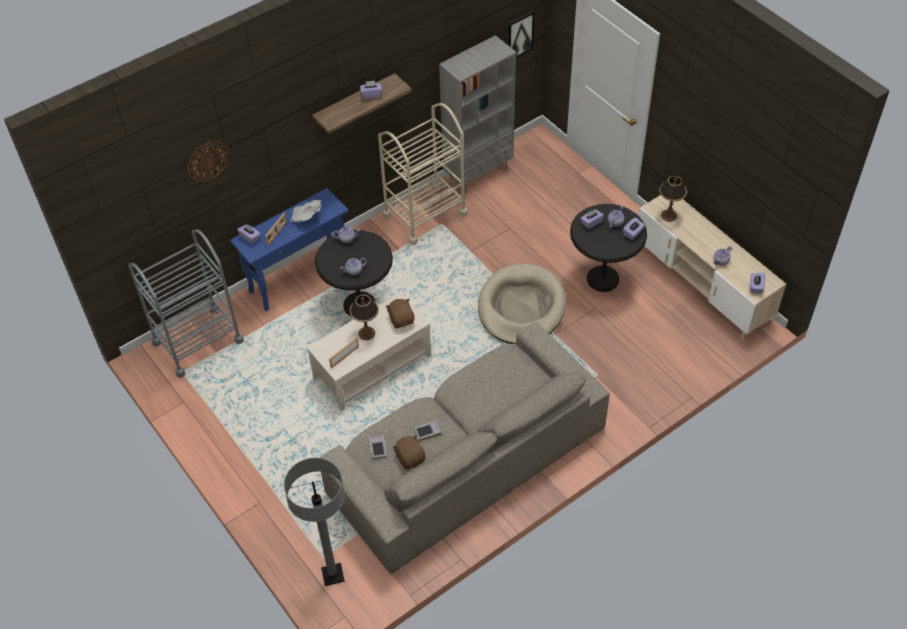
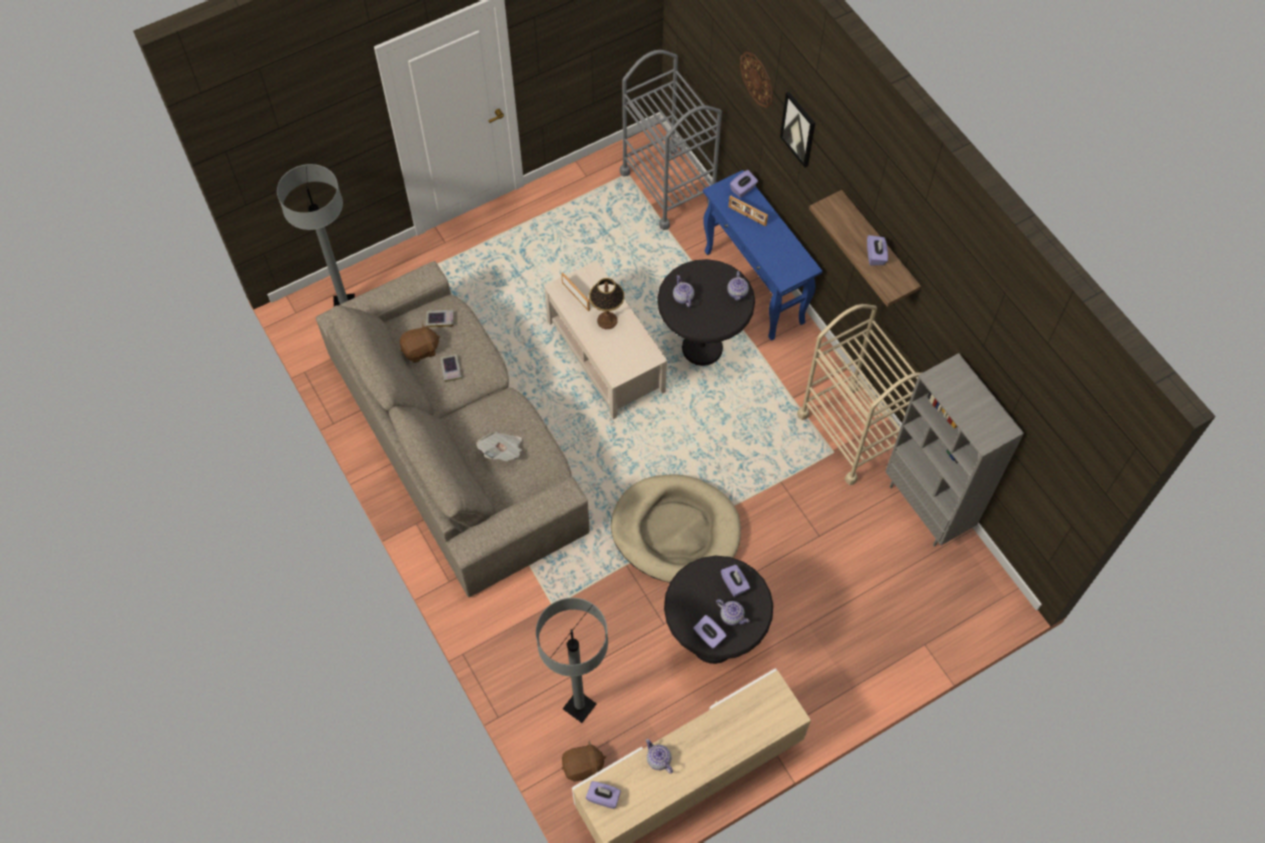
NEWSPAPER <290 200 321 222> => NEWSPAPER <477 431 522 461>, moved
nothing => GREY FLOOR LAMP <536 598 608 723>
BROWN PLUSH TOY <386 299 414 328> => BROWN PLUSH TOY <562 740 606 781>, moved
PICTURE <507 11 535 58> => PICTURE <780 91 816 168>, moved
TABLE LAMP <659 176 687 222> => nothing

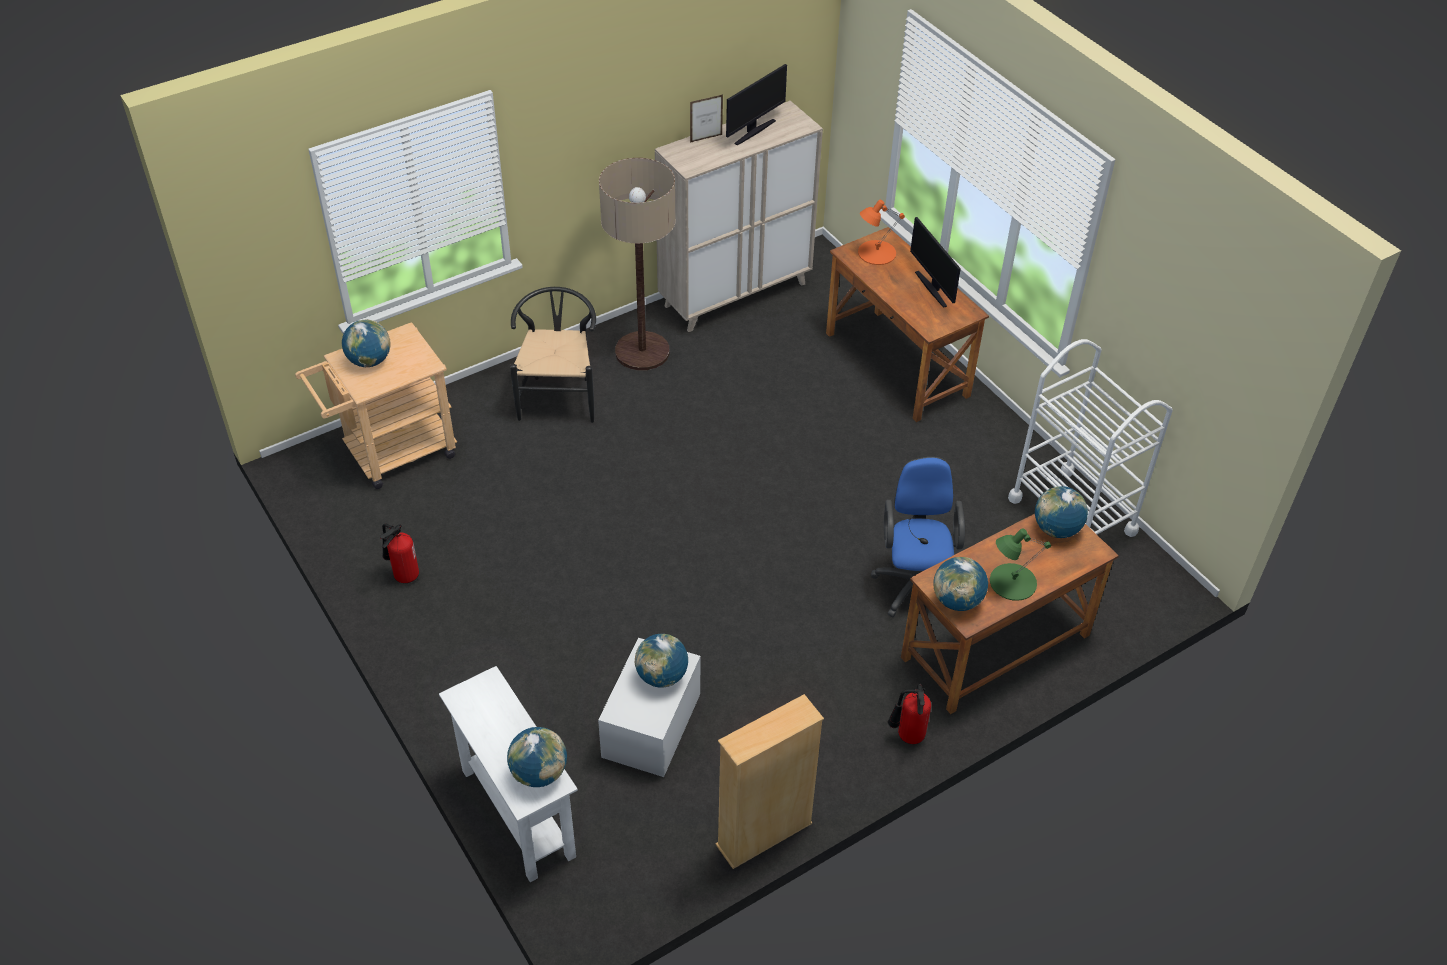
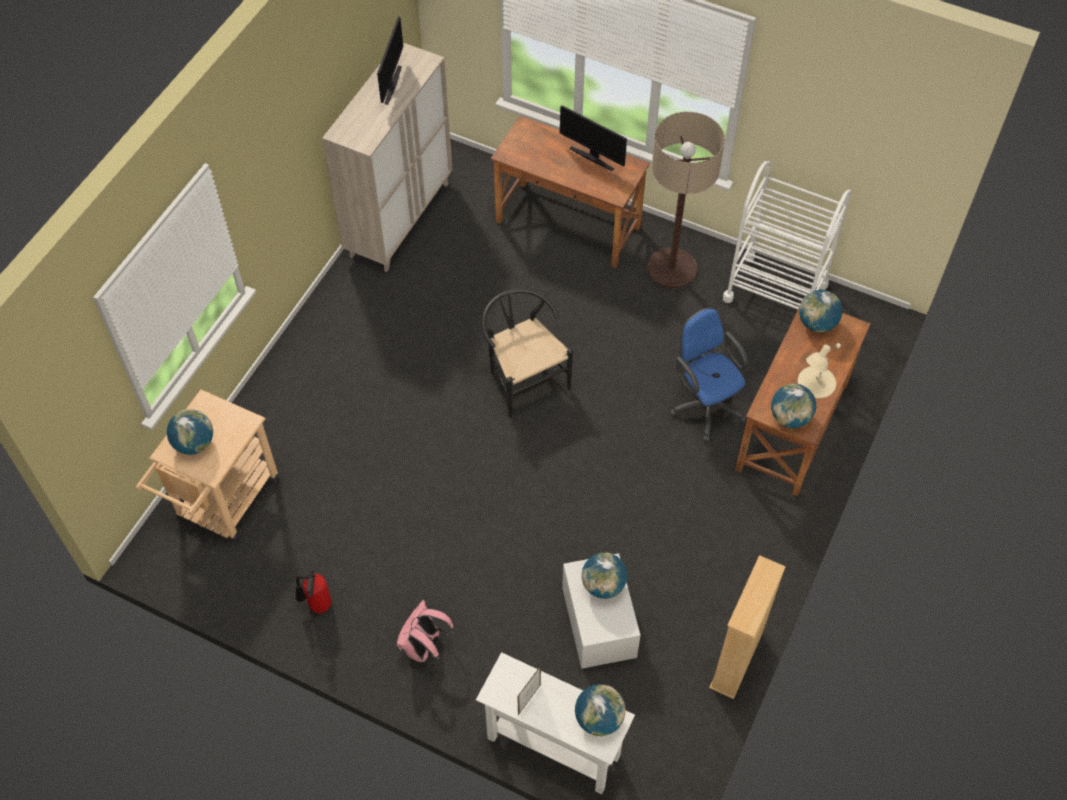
nothing => PINK BACKPACK <397 600 455 665>
BLACK CHAIR <510 287 596 423> => BLACK CHAIR <481 289 573 418>, moved
PICTURE FRAME <690 95 723 143> => PICTURE FRAME <517 666 541 715>, moved
FLOOR LAMP <599 158 676 371> => FLOOR LAMP <648 112 725 288>, moved
GREEN TABLE LAMP <990 529 1051 601> => BEIGE TABLE LAMP <798 343 841 398>
ORANGE TABLE LAMP <858 200 905 265> => nothing
FIRE EXTINGUISHER <888 684 931 744> => nothing

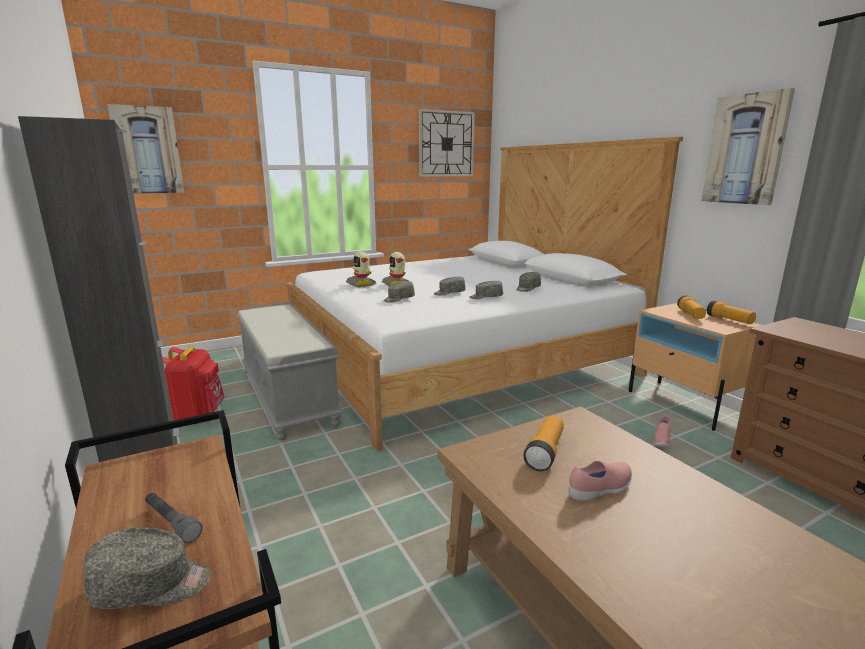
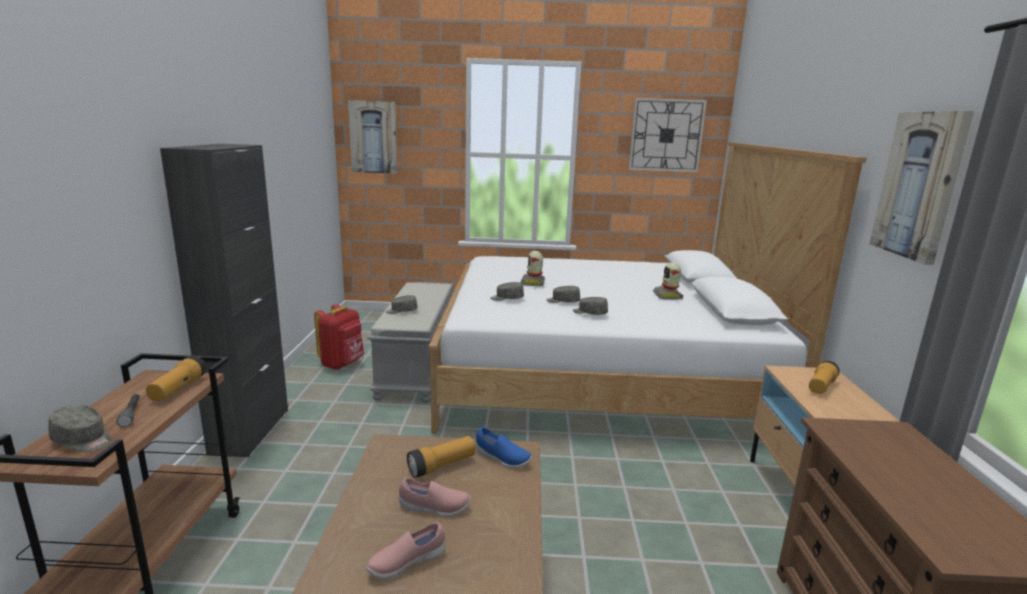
FLASHLIGHT <707 300 756 324> => FLASHLIGHT <146 356 206 401>, moved
PINK SHOE <653 415 671 447> => PINK SHOE <366 522 445 579>, moved
GREY CAP <517 272 541 292> => GREY CAP <386 295 418 314>, moved
nothing => BLUE SHOE <476 427 532 468>
TOY ROBOT <346 252 376 287> => TOY ROBOT <653 262 683 300>, moved

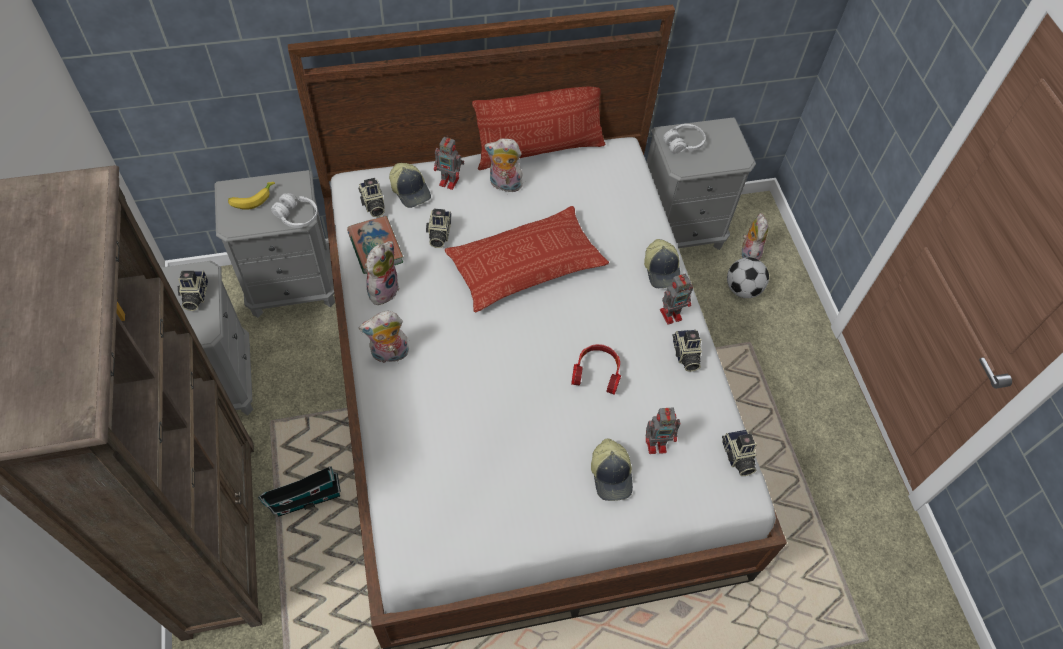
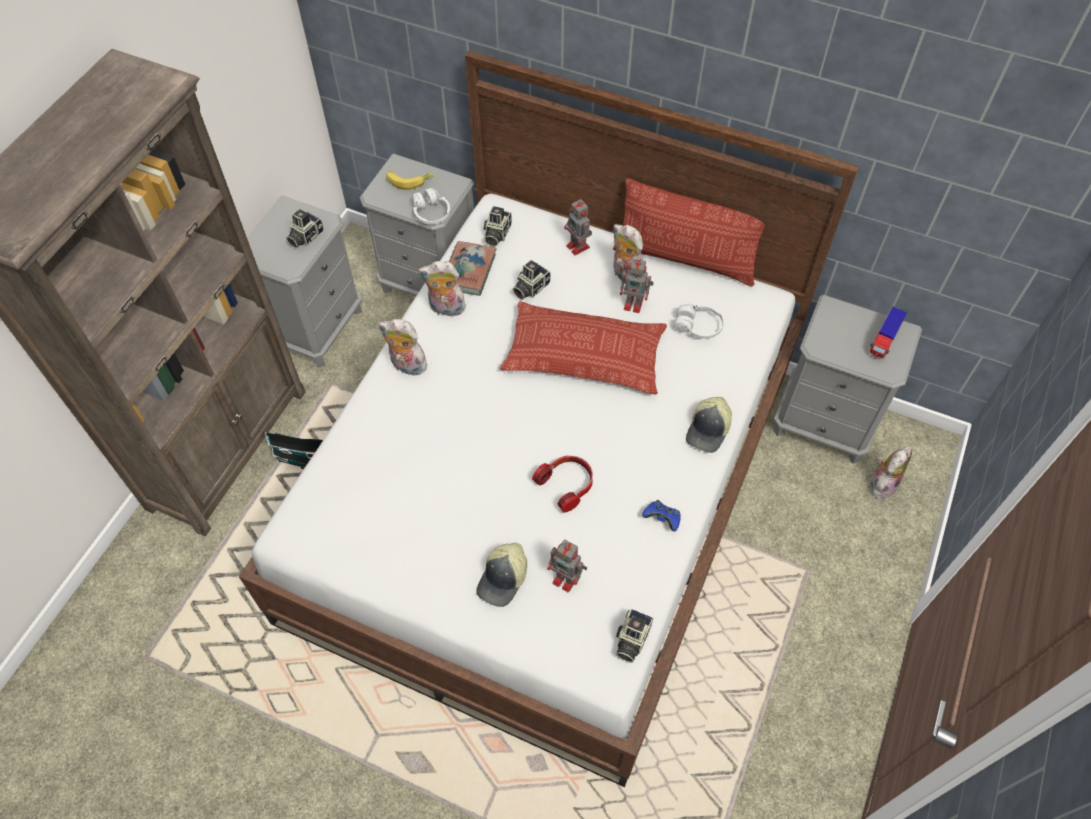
PLUSH TOY <365 241 399 305> => PLUSH TOY <418 261 466 316>, 150 degrees counterclockwise
TOY ROBOT <660 274 693 325> => TOY ROBOT <620 257 654 313>, moved
PHOTO CAMERA <672 329 702 372> => BLUE GAME CONTROLLER <642 500 681 531>
WHITE HEADPHONES <663 124 706 154> => WHITE HEADPHONES <674 304 724 339>, moved
nothing => TOY TRUCK <869 307 907 360>
CAP <389 163 431 208> => nothing
FOOTBALL <727 257 769 298> => nothing

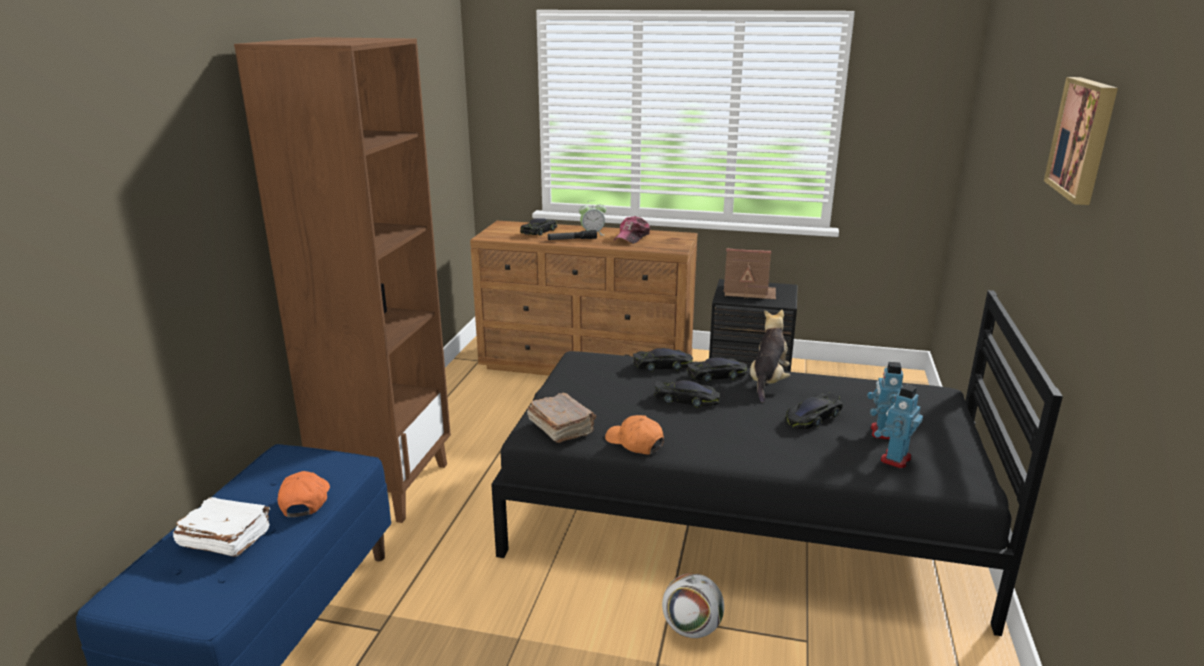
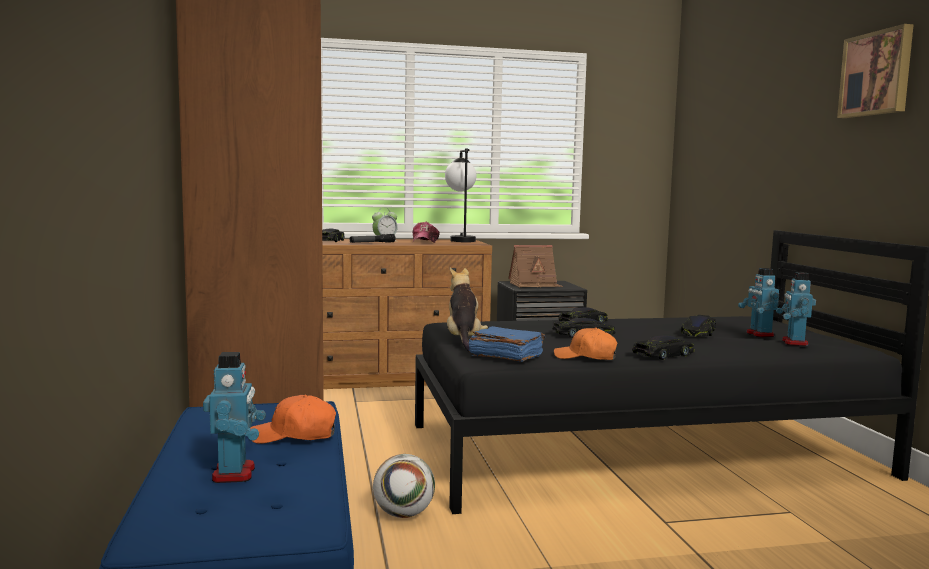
WHITE BOOK <173 497 270 557> => TOY ROBOT <203 352 266 483>
ORANGE CAP <277 471 330 517> => ORANGE CAP <251 395 336 444>, 60 degrees counterclockwise
FOOTBALL <662 573 724 638> => FOOTBALL <373 454 435 518>, moved
nothing => TABLE LAMP <445 149 477 242>
PLUSH TOY <750 310 790 403> => PLUSH TOY <447 268 488 352>, moved
BROWN BOOK <527 393 596 443> => BLUE BOOK <469 326 545 362>
BLACK TOY CAR <633 348 693 372> => BLACK TOY CAR <632 335 694 360>, moved

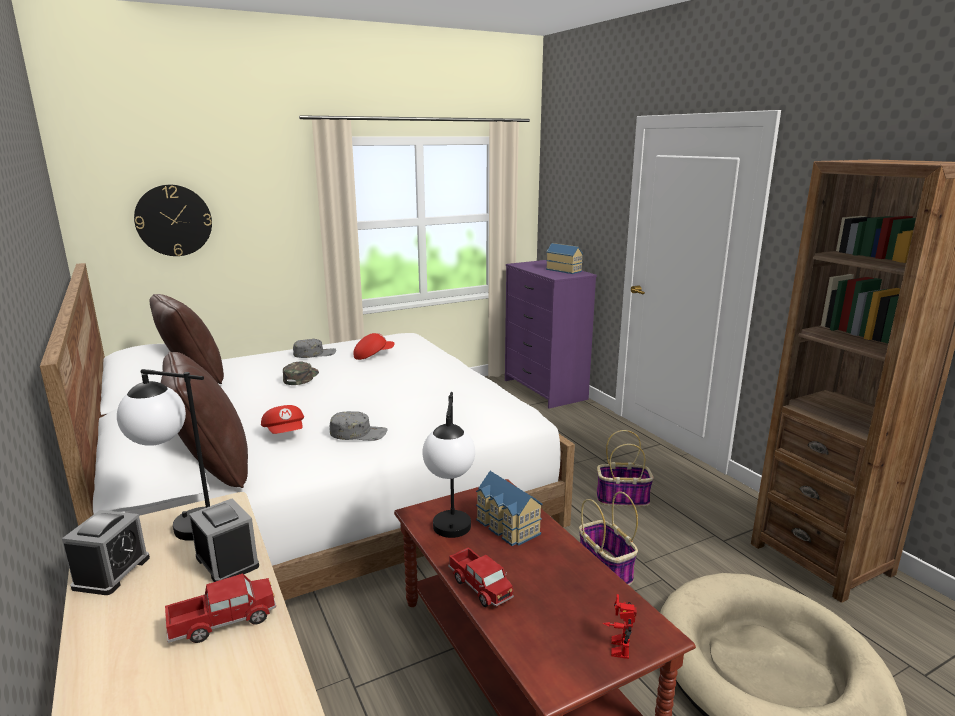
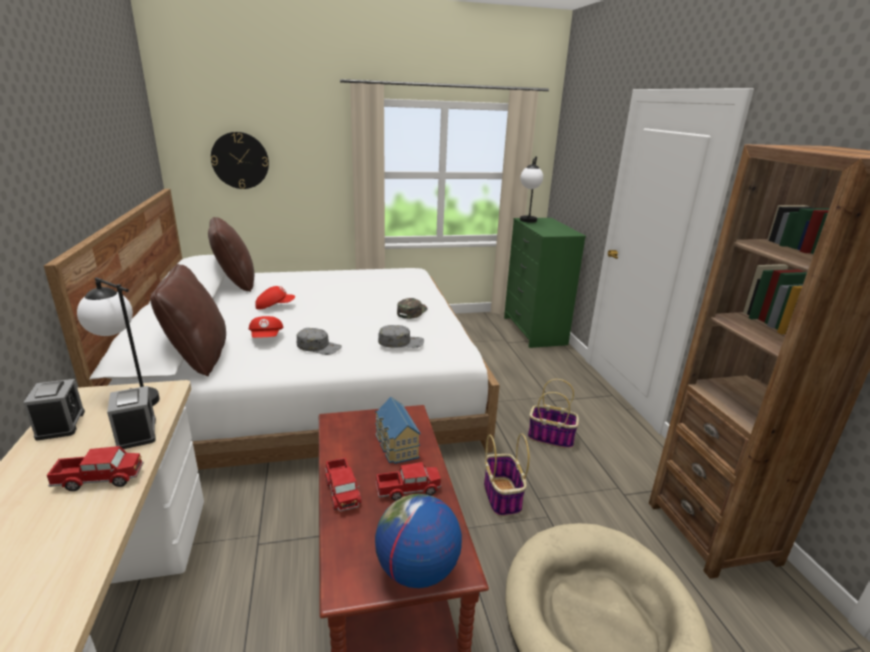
ALARM CLOCK <62 510 150 595> => ALARM CLOCK <23 379 85 440>, 45 degrees counterclockwise
RED CAP <354 333 395 360> => RED CAP <255 286 295 310>, moved
TOY ROBOT <603 594 636 659> => GLOBE <375 494 462 588>
nothing => TOY TRUCK <376 462 441 501>
GREY CAP <293 339 336 358> => GREY CAP <378 325 424 348>, moved
GREEN CAP <283 361 319 385> => GREEN CAP <397 298 428 319>, moved
PURPLE DRESSER <505 260 597 408> => GREEN DRESSER <504 218 586 348>
TABLE LAMP <422 392 475 538> => TABLE LAMP <520 157 543 223>, moved
TOY HOUSE <546 243 583 274> => nothing

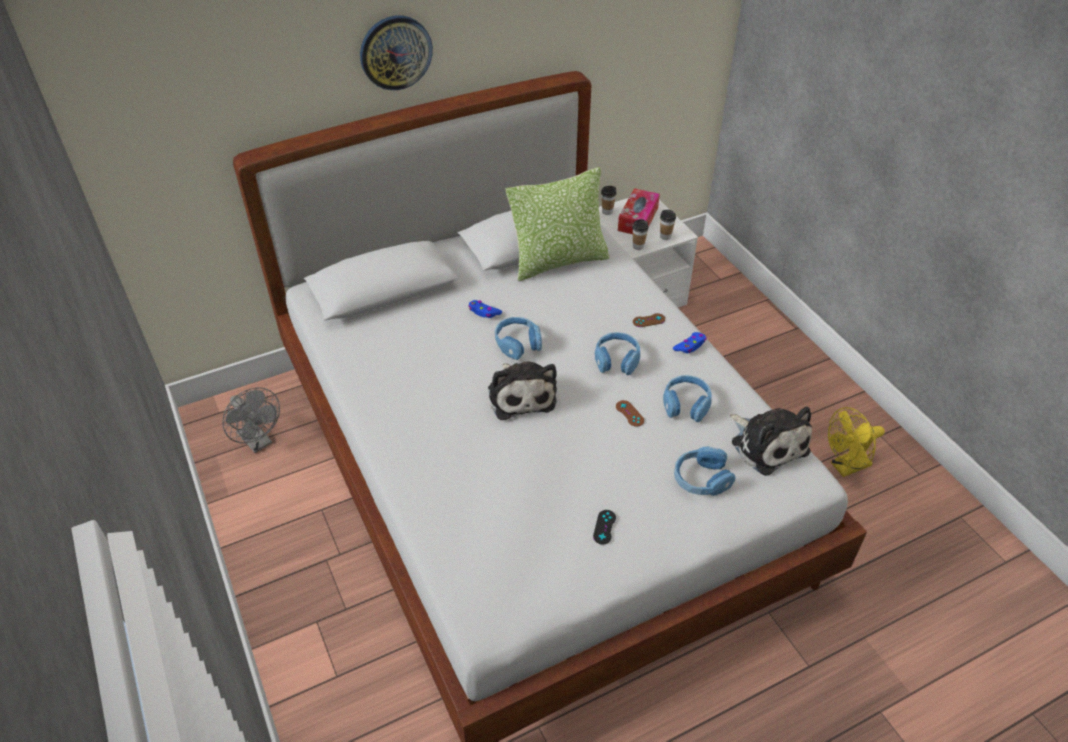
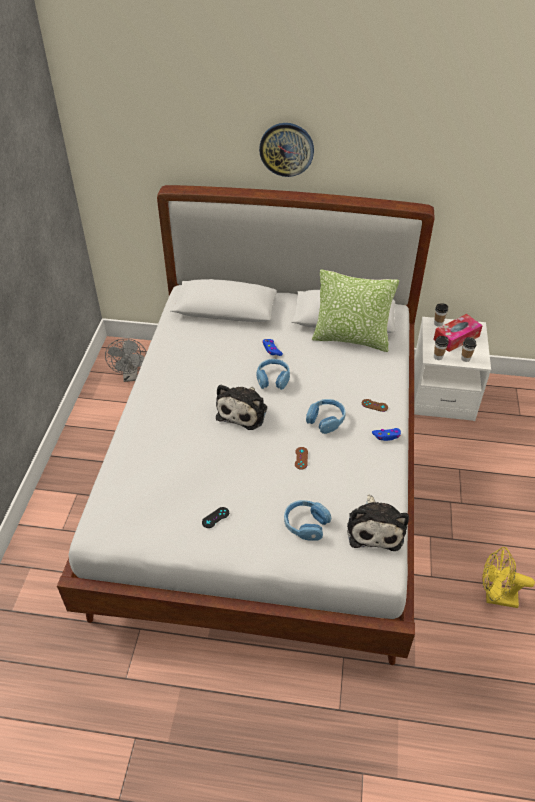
BLUE HEADPHONES <663 375 712 422> => nothing

